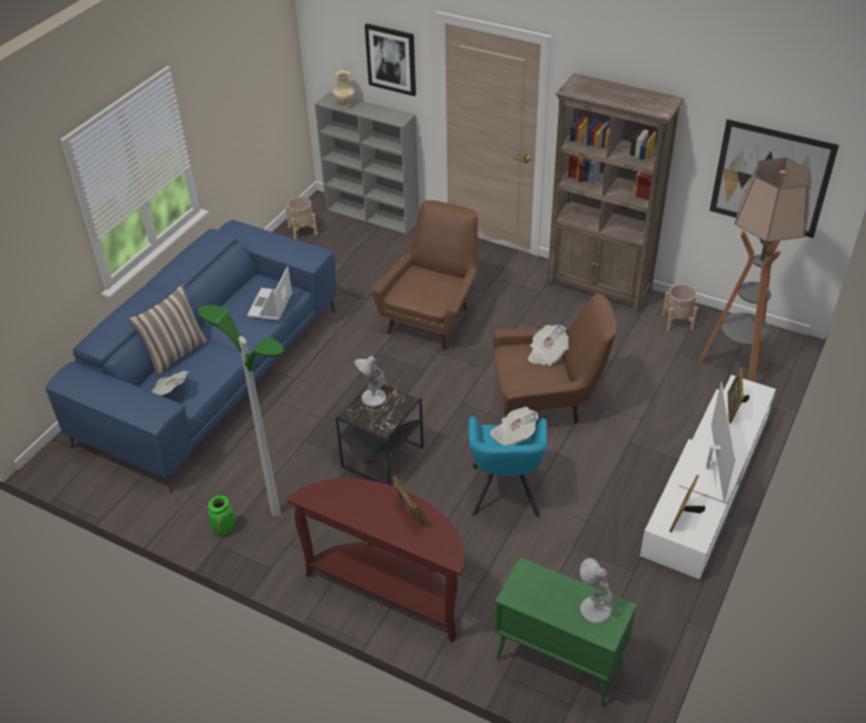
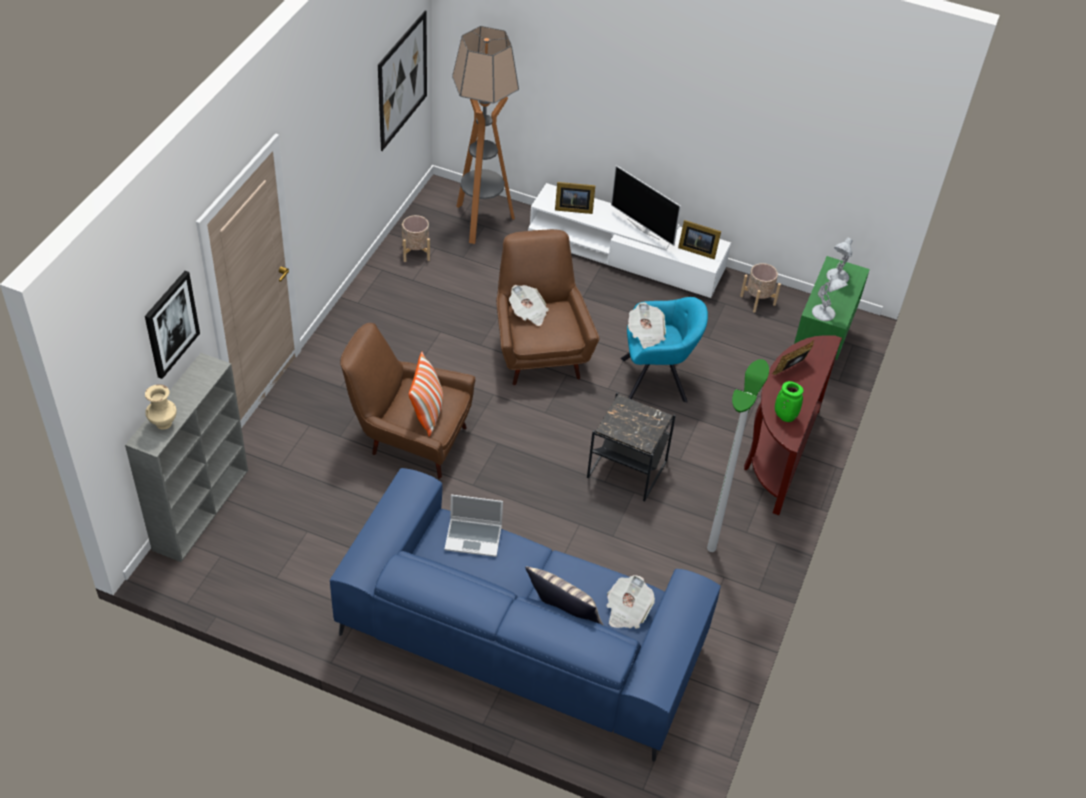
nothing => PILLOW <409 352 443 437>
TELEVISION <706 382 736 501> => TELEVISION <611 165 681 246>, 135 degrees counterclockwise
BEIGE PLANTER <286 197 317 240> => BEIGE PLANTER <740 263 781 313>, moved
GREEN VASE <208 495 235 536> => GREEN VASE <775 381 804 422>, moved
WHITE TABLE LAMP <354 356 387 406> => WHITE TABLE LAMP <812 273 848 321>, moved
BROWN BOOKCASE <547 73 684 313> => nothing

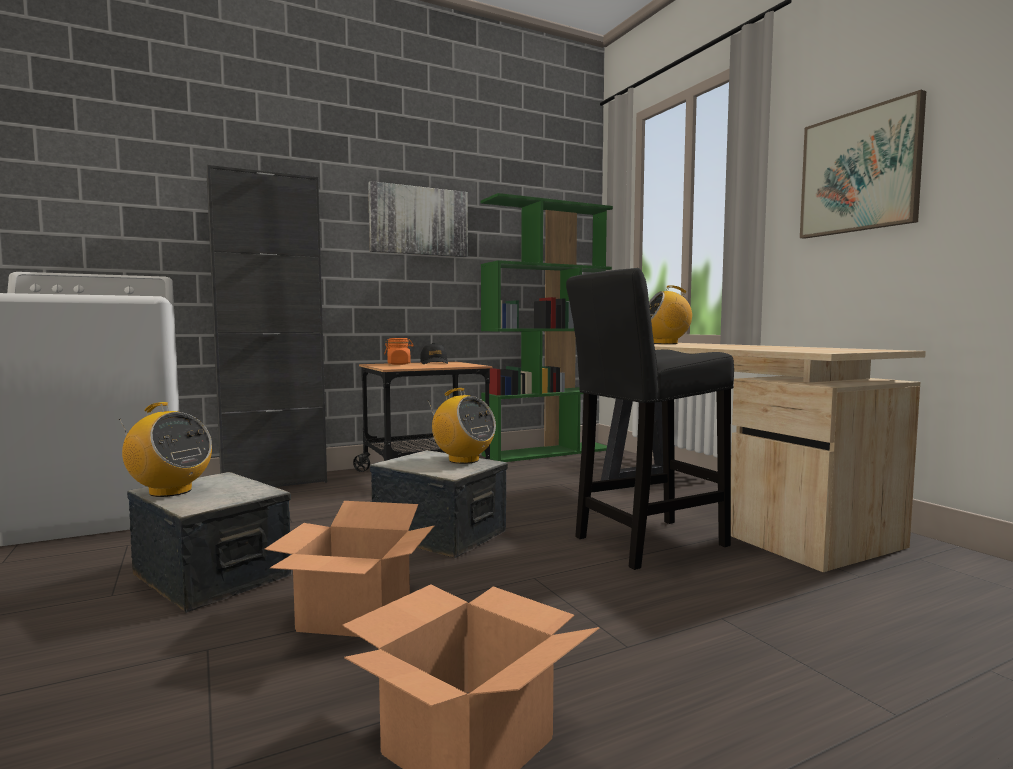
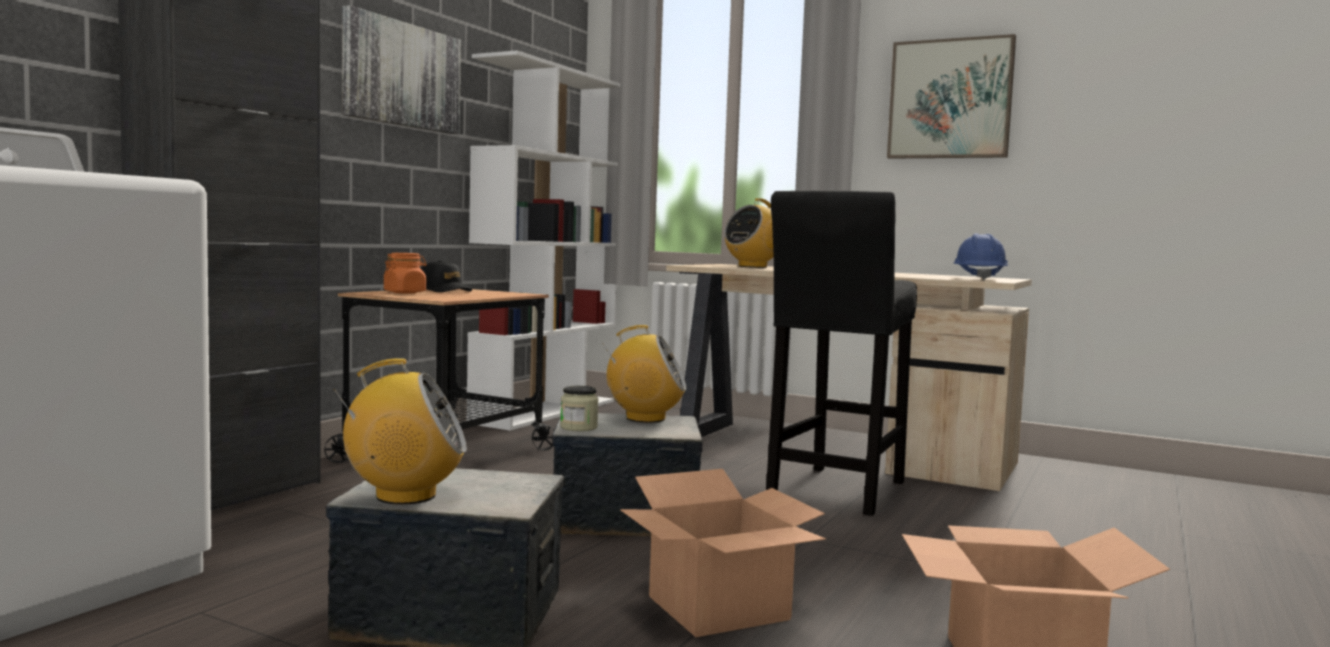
GREEN BOOKCASE <480 193 613 462> => WHITE BOOKCASE <466 50 620 431>
nothing => JAR <560 386 598 431>
nothing => BLUE HARD HAT <953 233 1008 280>

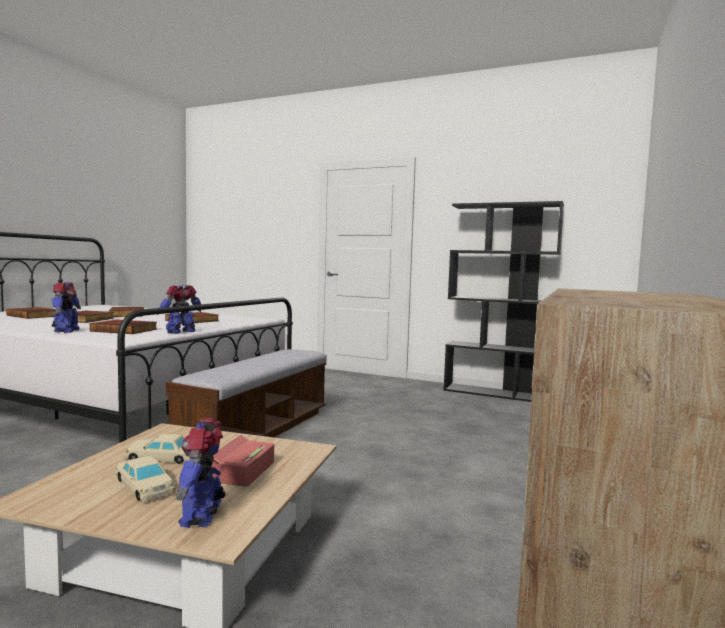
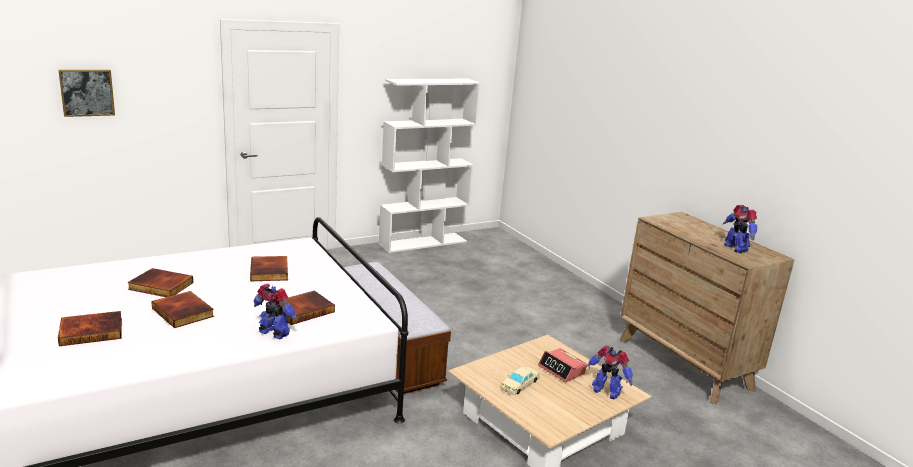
nothing => PICTURE <58 70 115 117>
BLACK BOOKCASE <443 201 564 402> => WHITE BOOKCASE <379 79 481 253>
TOY ROBOT <158 284 201 334> => TOY ROBOT <723 205 757 253>, moved
BEIGE TOY CAR <115 456 176 502> => nothing

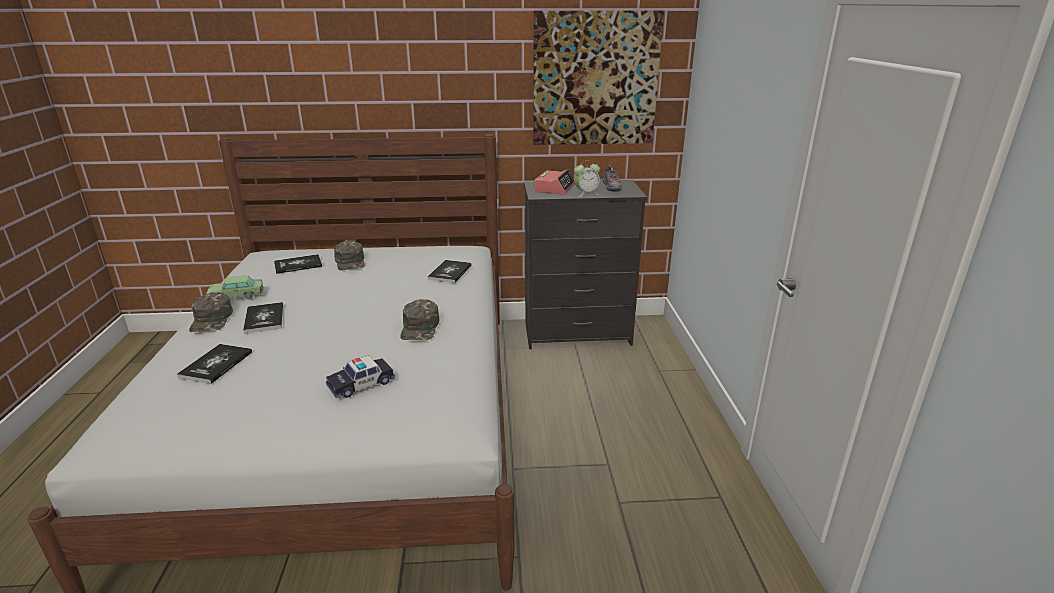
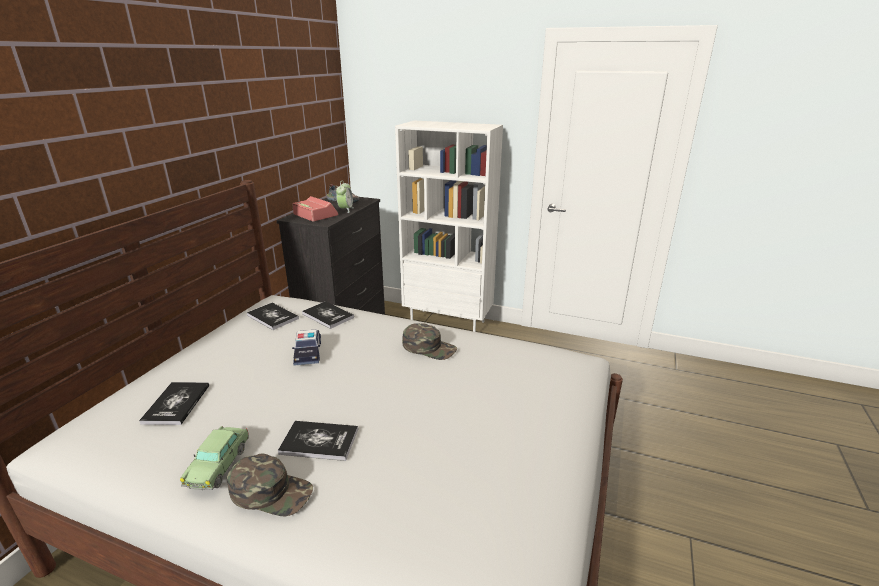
BOOK <177 344 252 384> => BOOK <247 303 299 330>, moved
TOY CAR <326 355 395 398> => TOY CAR <292 329 321 366>, moved
nothing => WHITE BOOKCASE <395 121 503 332>
GREEN CAP <334 240 365 271> => nothing
PICTURE <533 10 664 145> => nothing

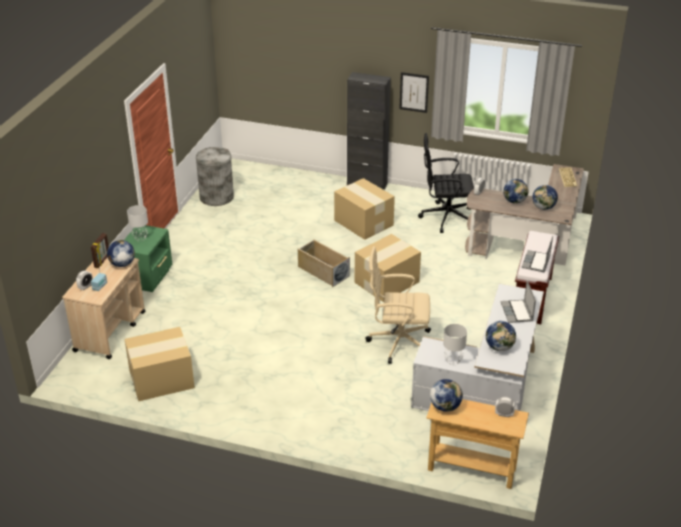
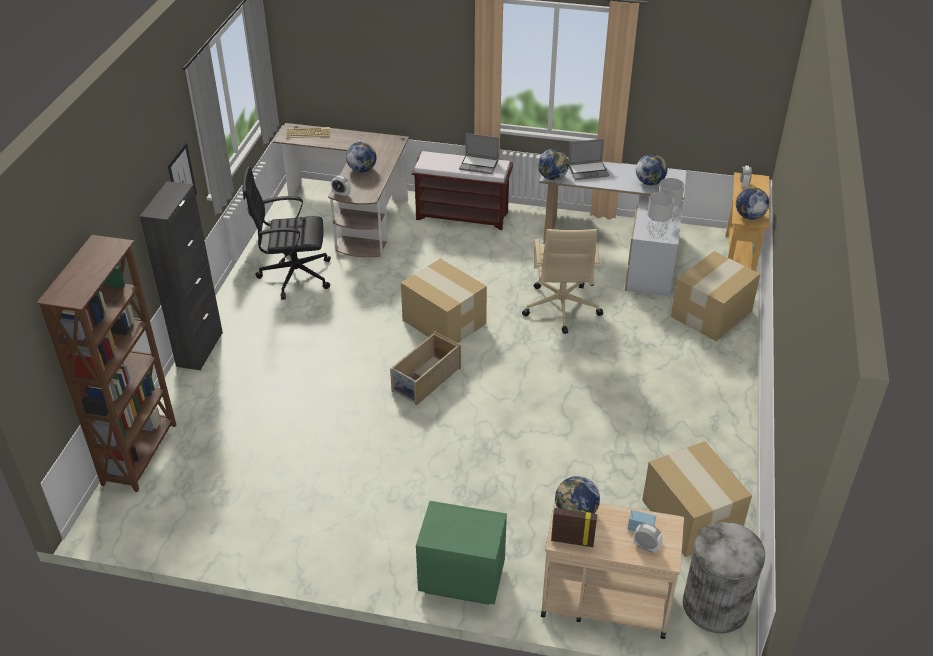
nothing => BROWN BOOKCASE <36 235 176 492>
BLACK OFFICE CHAIR <418 133 474 233> => BLACK OFFICE CHAIR <242 166 331 300>, 90 degrees clockwise
GLOBE <532 185 558 210> => GLOBE <538 149 569 180>, moved
GREY TABLE LAMP <127 205 148 241> => GREY TABLE LAMP <647 193 674 239>, moved
CARDBOARD BOX <334 178 395 240> => CARDBOARD BOX <671 251 761 341>, moved
GREY TRASH CAN <196 147 234 206> => GREY TRASH CAN <683 522 765 633>, moved

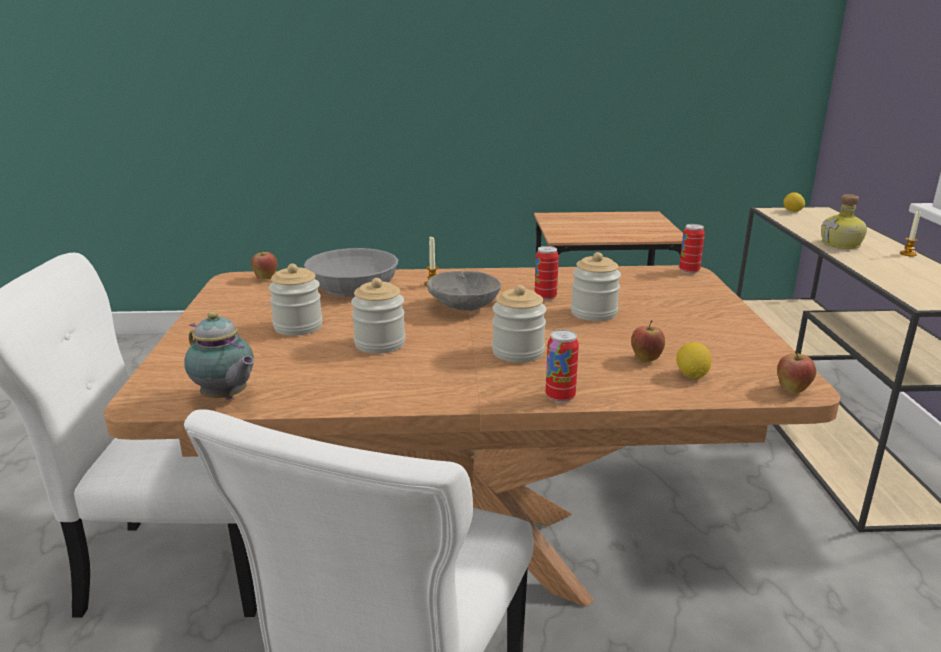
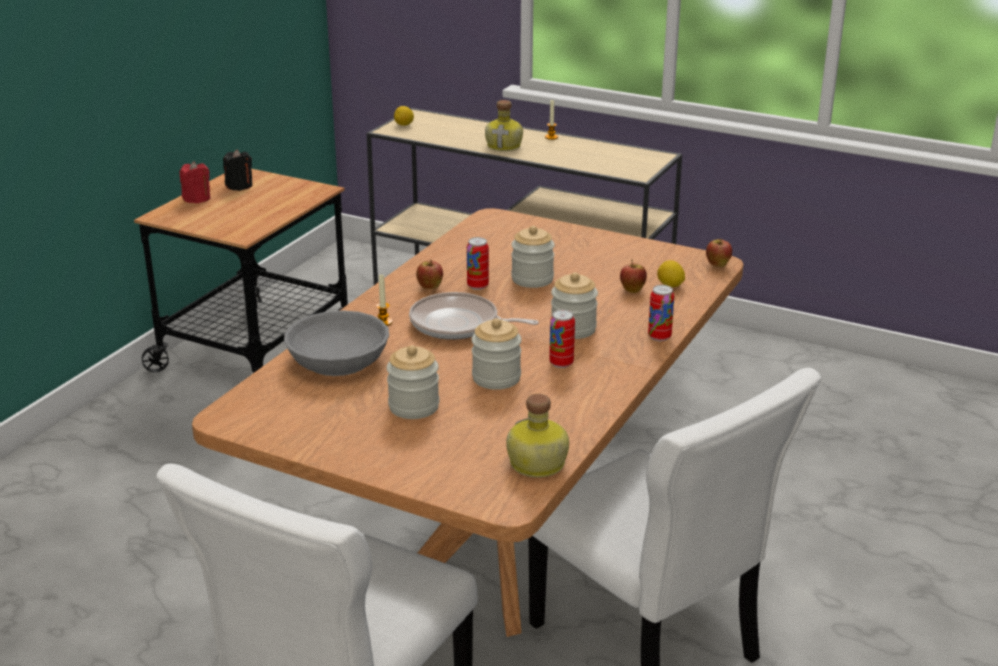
nothing => RED CANDLE <180 161 210 204>
nothing => BLACK CANDLE <223 149 252 191>
GREY BOWL <427 271 501 311> => FRYING PAN <409 292 539 340>
APPLE <251 249 278 280> => APPLE <416 260 443 289>, moved
TEAPOT <184 312 254 400> => BOTTLE <506 394 569 478>
CAN <679 224 705 274> => CAN <549 309 575 368>, moved

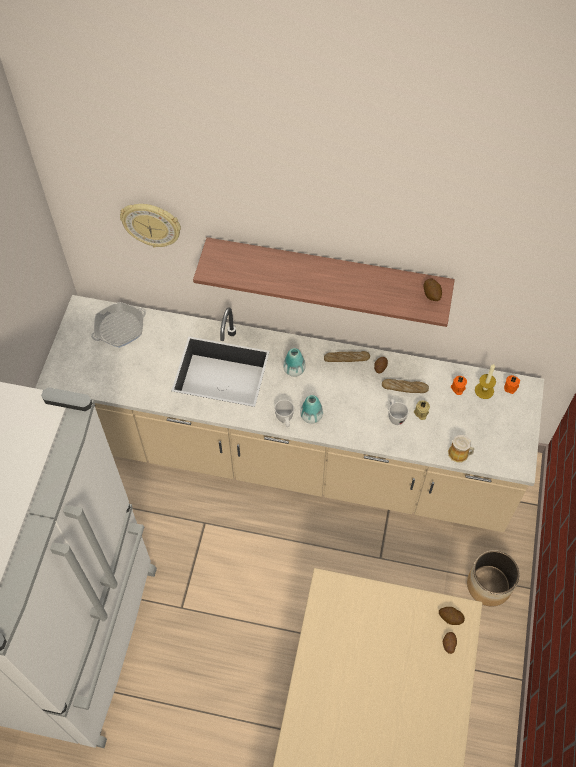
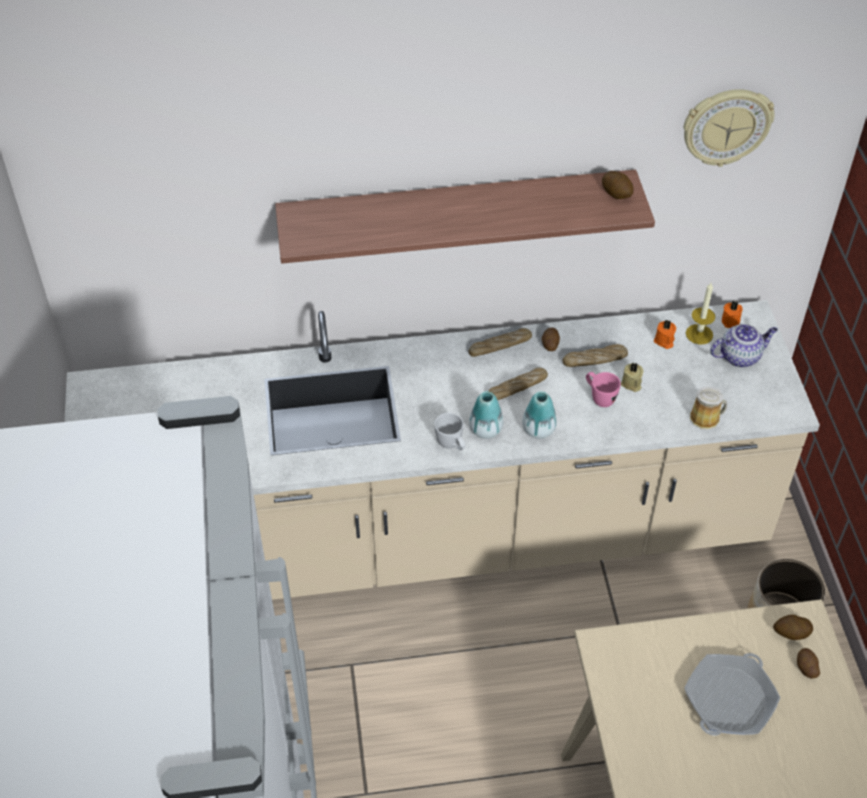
nothing => BREAD <488 368 548 400>
VASE <283 348 306 377> => VASE <522 392 557 439>, moved
WHITE MUG <389 399 409 425> => PINK MUG <586 372 621 407>
WALL CLOCK <120 204 181 248> => WALL CLOCK <683 89 775 167>, moved
FRYING PAN <91 302 146 348> => FRYING PAN <684 653 780 736>, moved
nothing => TEAPOT <710 324 778 367>

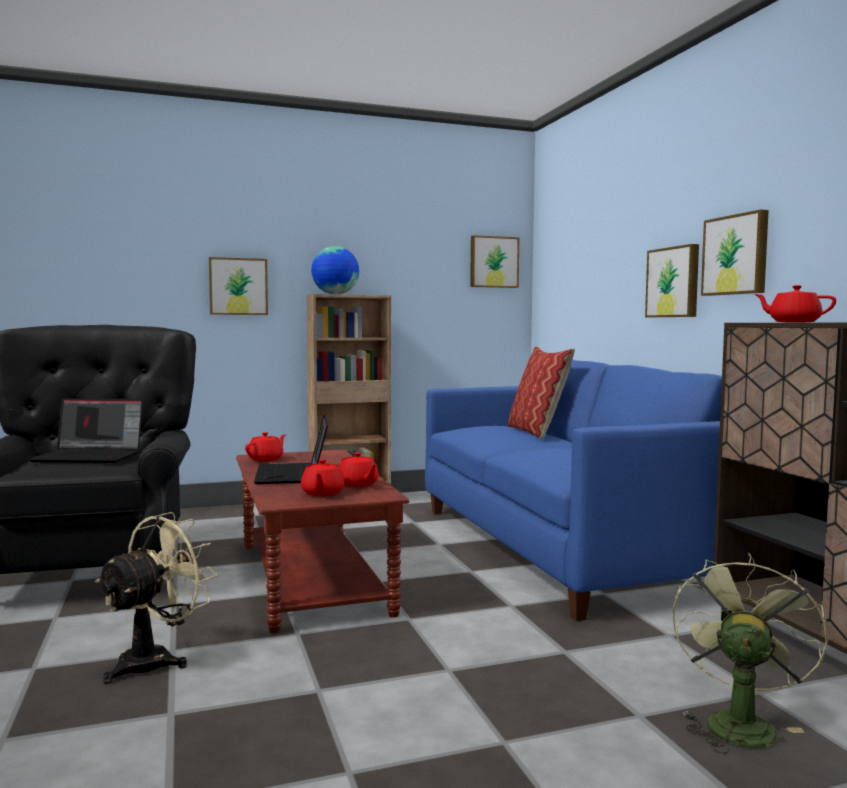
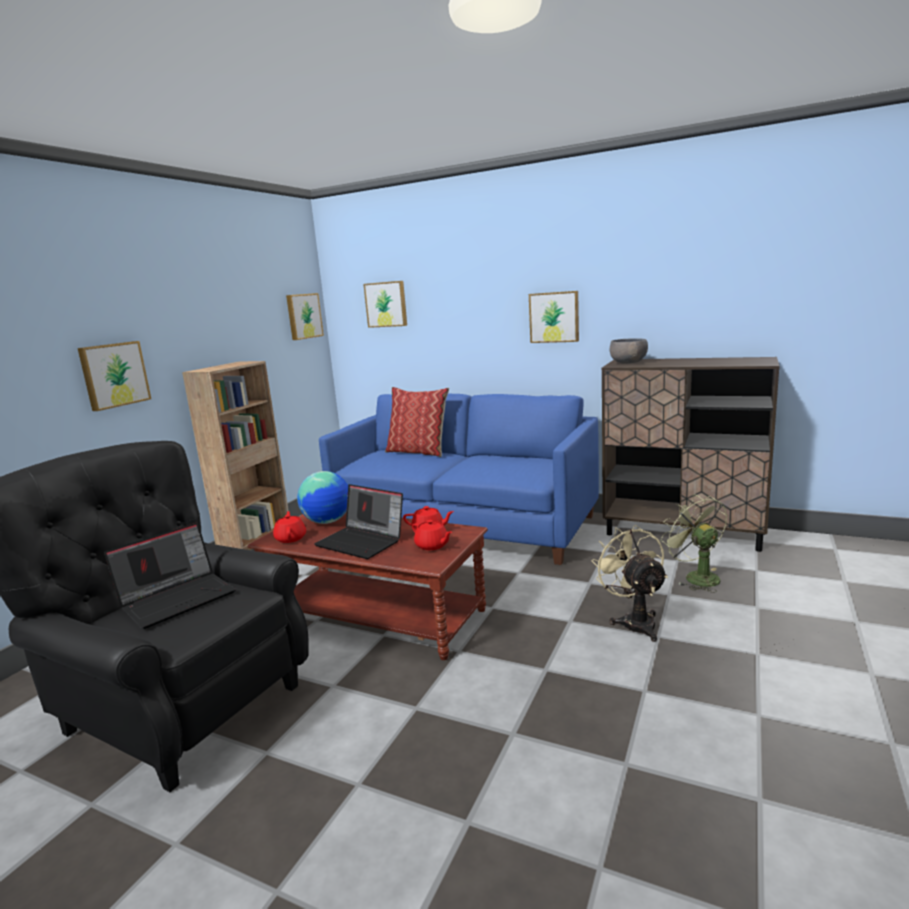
GLOBE <311 246 359 294> => GLOBE <297 471 348 524>, moved
PICTURE <645 244 699 317> => PICTURE <363 281 407 328>, moved
BEIGE FAN <95 512 217 684> => BEIGE FAN <592 525 668 642>, moved
RED TEAPOT <754 285 836 323> => GREY BOWL <610 338 648 364>

